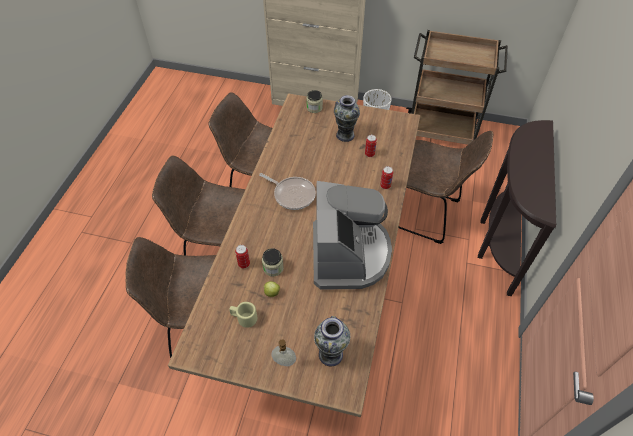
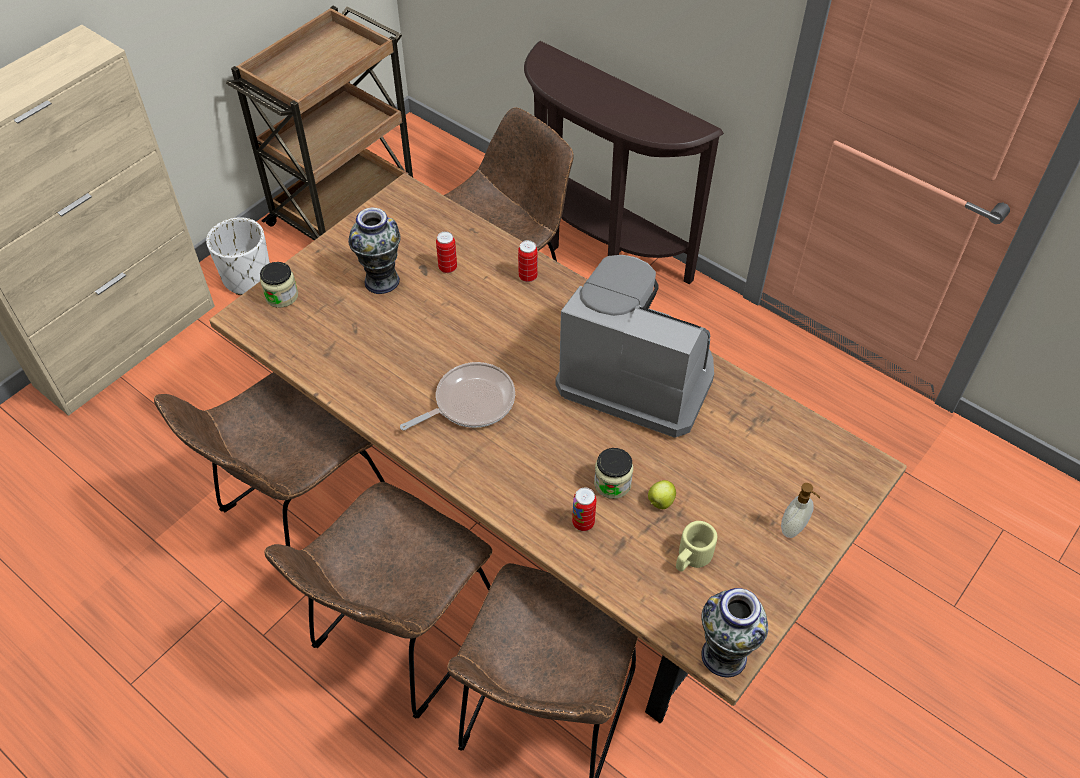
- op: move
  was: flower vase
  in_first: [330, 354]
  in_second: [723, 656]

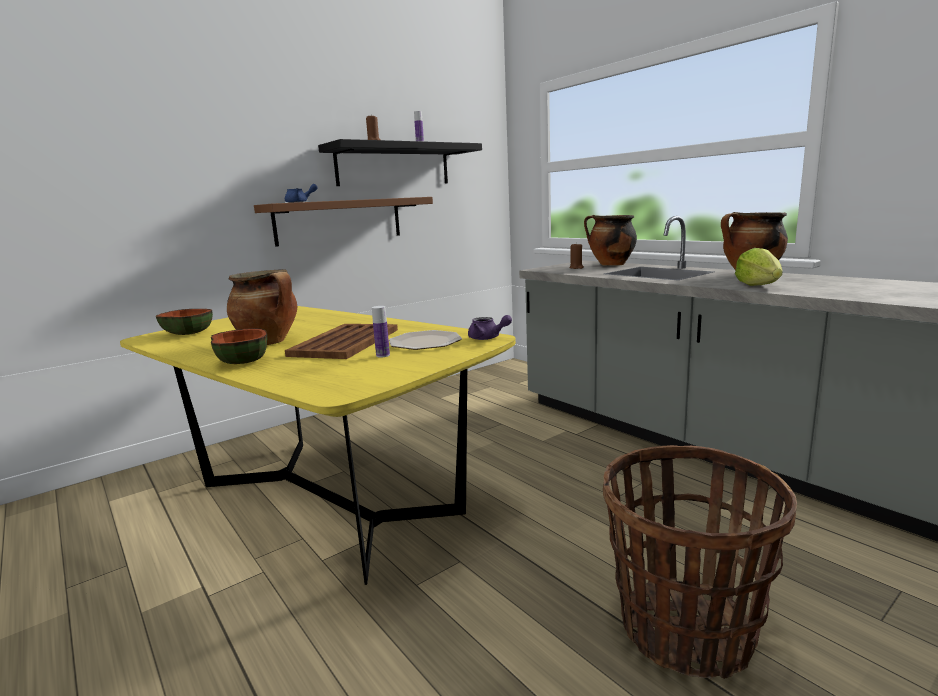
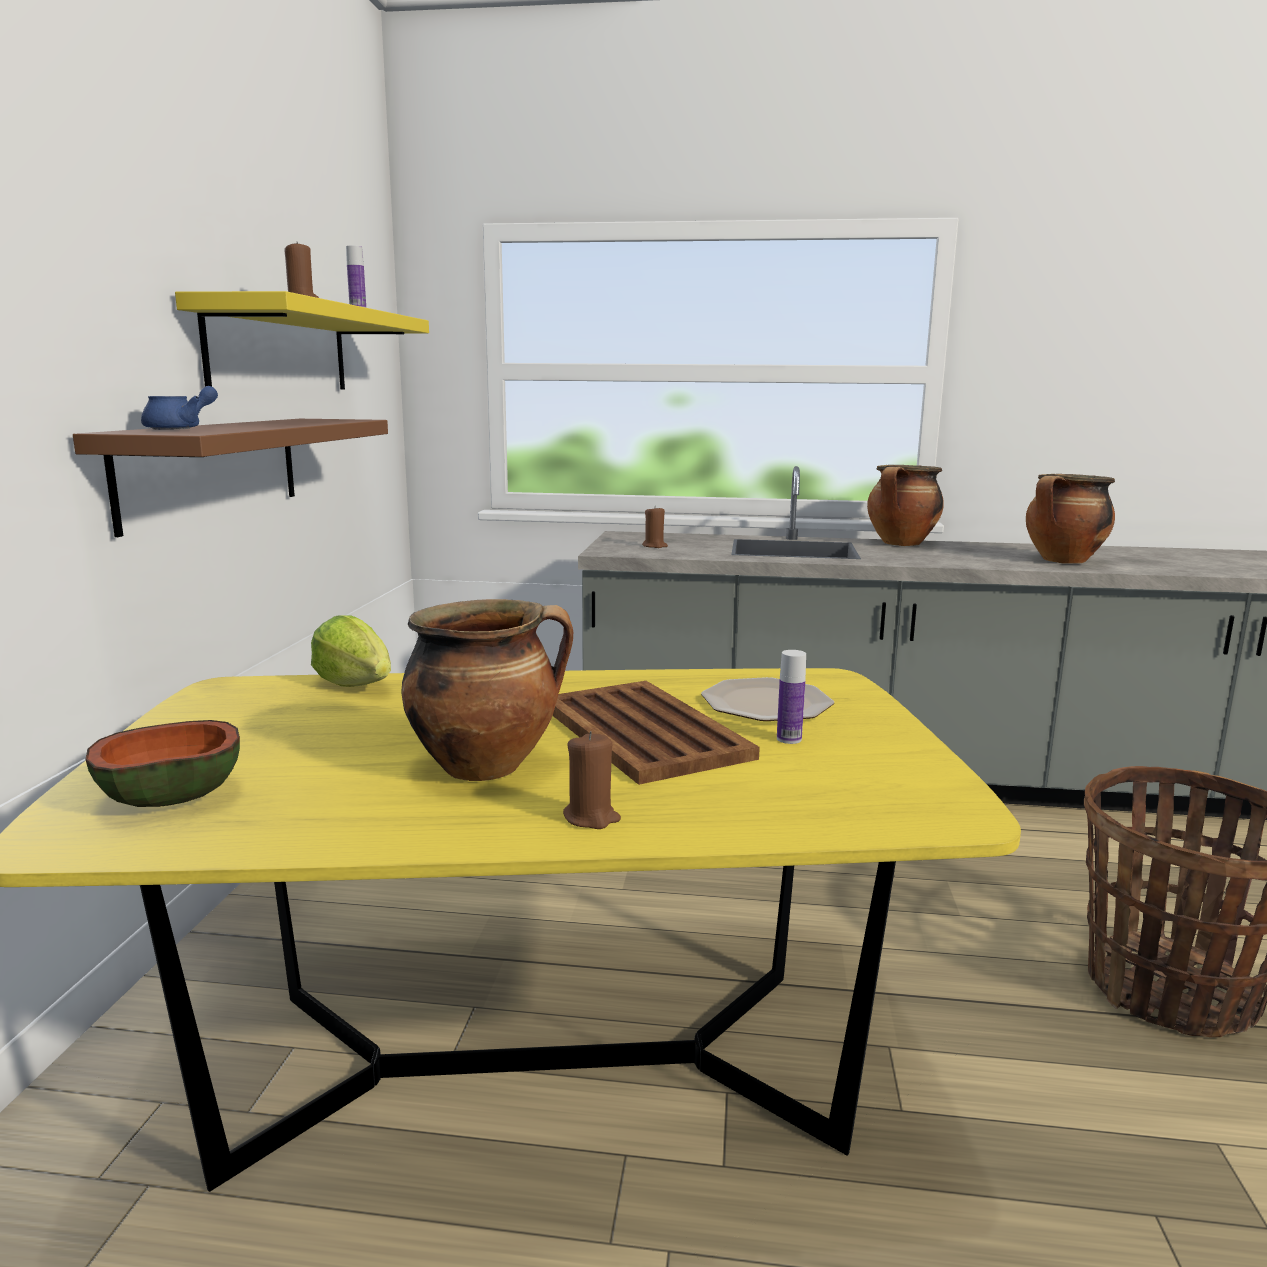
- op: recolor
  was: blackish wall shelf
  now: yellow-coloured wall shelf
  in_first: [394, 165]
  in_second: [280, 349]
- op: move
  was: cooking pot
  in_first: [610, 264]
  in_second: [1063, 561]
- op: move
  was: head of lettuce
  in_first: [758, 285]
  in_second: [355, 684]
- op: delete
  was: purplish pot for tea
  in_first: [487, 338]
- op: replace
  was: serving bowl
  now: brownish wax light
  in_first: [242, 361]
  in_second: [591, 818]

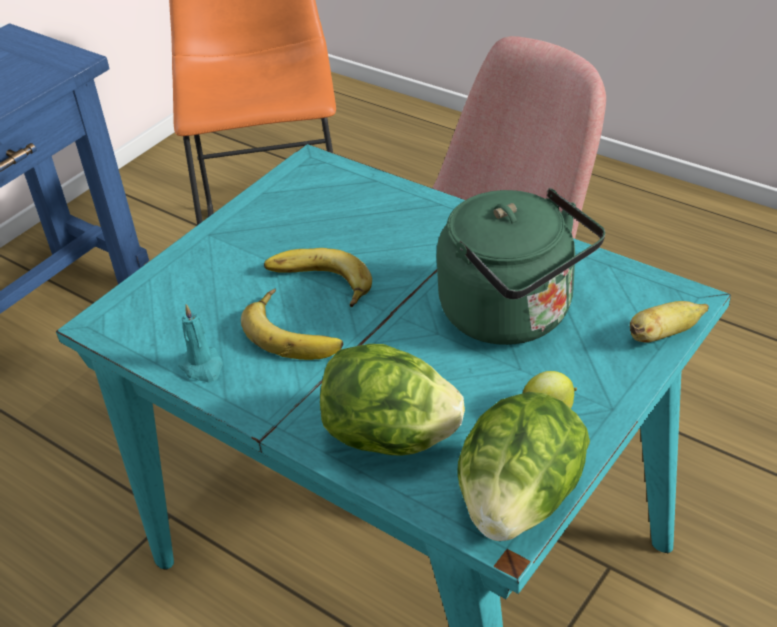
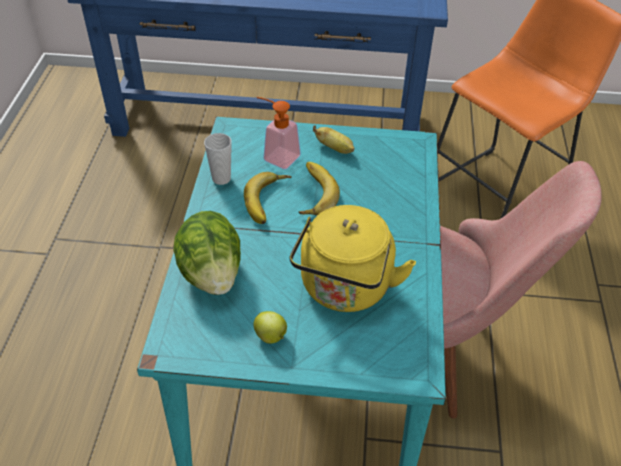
- op: recolor
  was: green tea kettle
  now: yellow-coloured tea kettle
  in_first: [514, 315]
  in_second: [345, 289]
- op: move
  was: whole banana
  in_first: [663, 335]
  in_second: [335, 149]
- op: replace
  was: turquoise-coloured wax light
  now: drinking cup
  in_first: [203, 367]
  in_second: [221, 178]
- op: delete
  was: head of lettuce
  in_first: [520, 502]
- op: insert
  now: liquid soap bottle
  in_second: [276, 156]

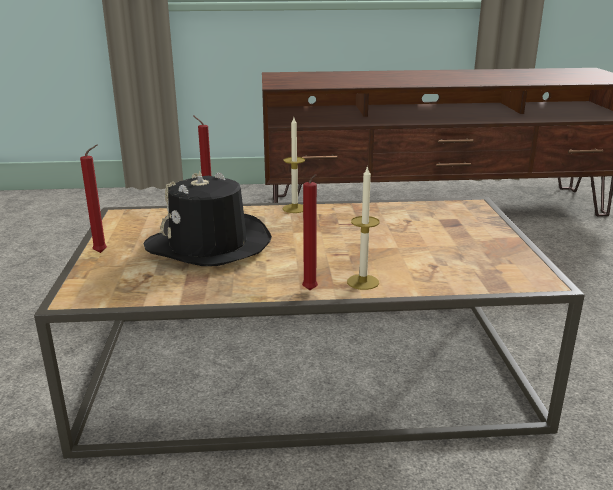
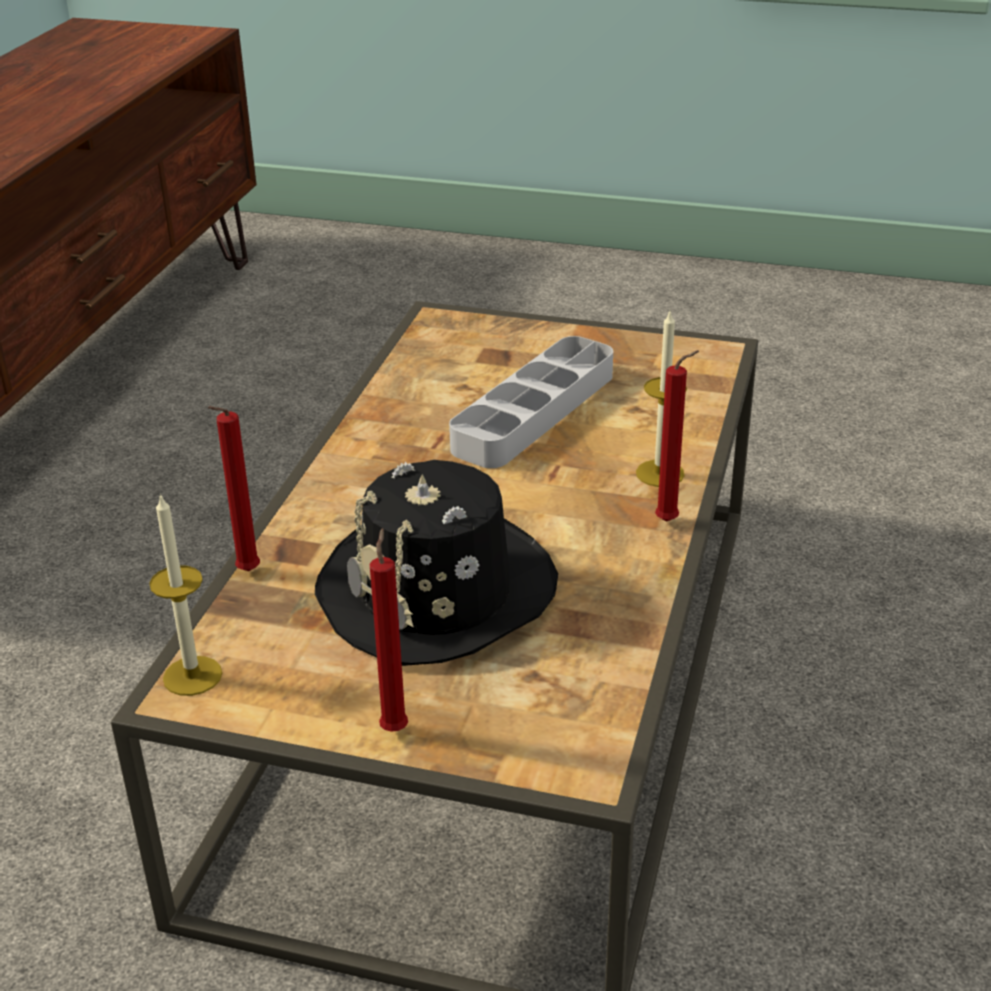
- op: move
  was: wax light
  in_first: [294, 208]
  in_second: [192, 676]
- op: insert
  now: gray serving tray
  in_second: [534, 411]

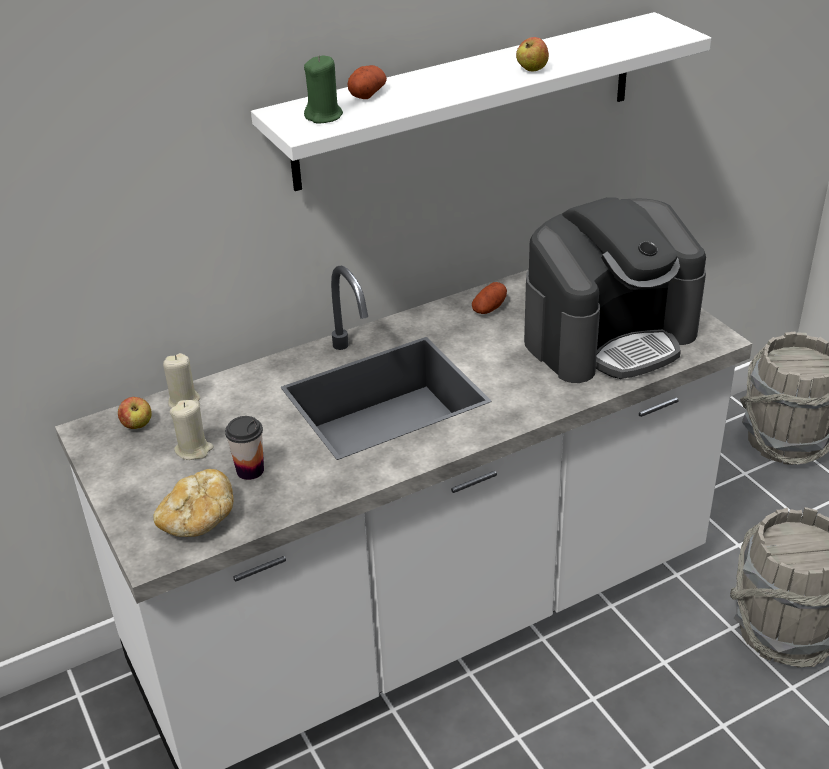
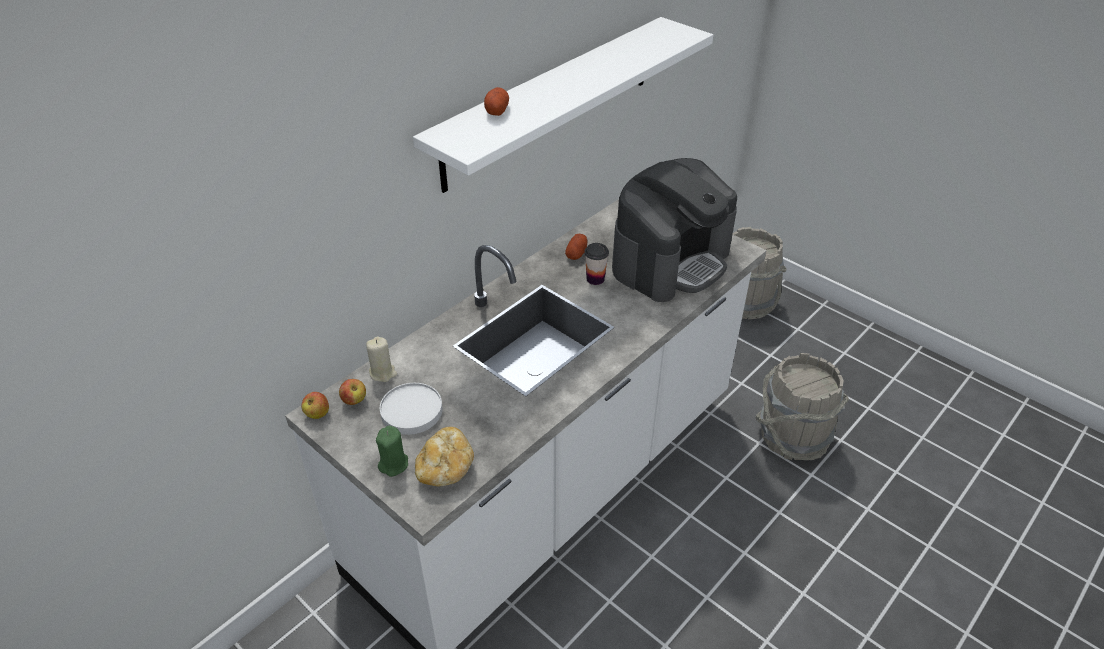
- op: move
  was: apple
  in_first: [532, 69]
  in_second: [317, 414]
- op: move
  was: green wax light
  in_first: [324, 116]
  in_second: [394, 464]
- op: replace
  was: beige-coloured wax light
  now: white flat dish
  in_first: [194, 450]
  in_second: [411, 411]
- op: move
  was: drinking cup
  in_first: [250, 470]
  in_second: [595, 279]

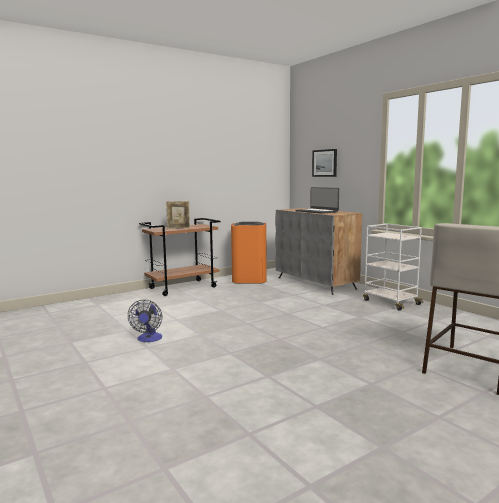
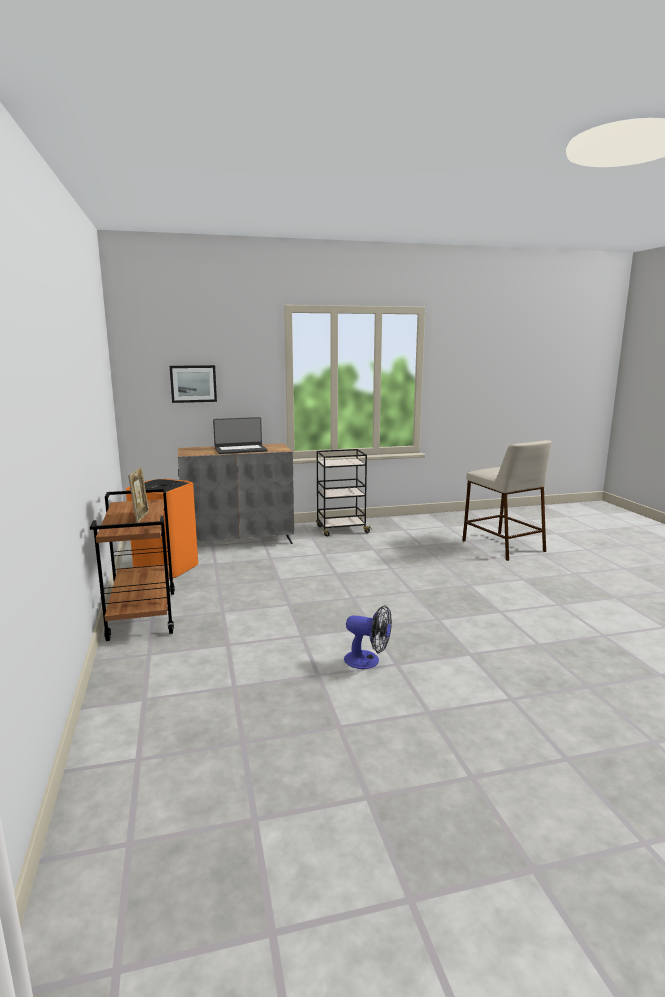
- op: recolor
  was: white wheeled cart
  now: blackish wheeled cart
  in_first: [390, 302]
  in_second: [341, 530]

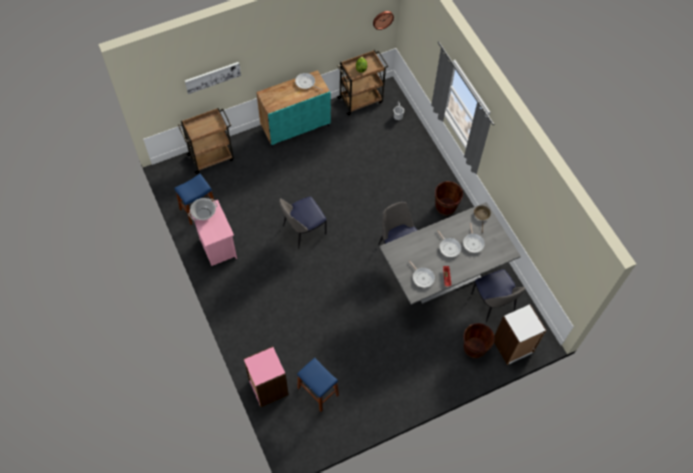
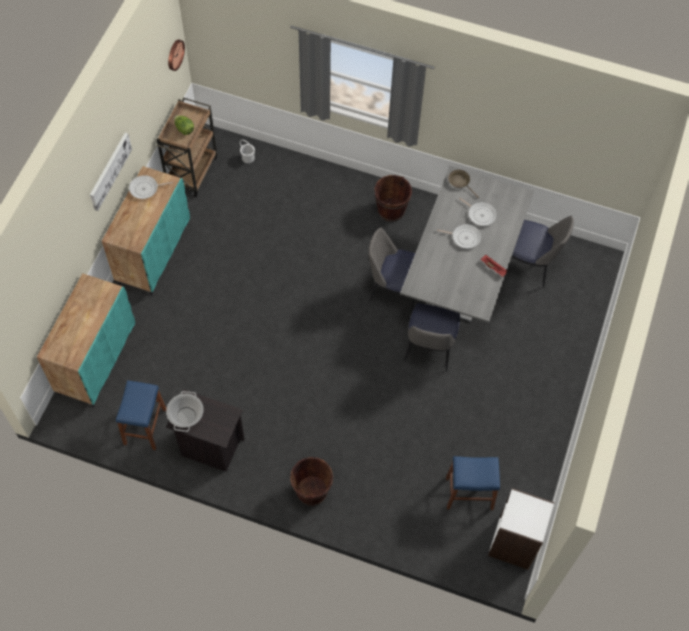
- op: move
  was: wall picture
  in_first: [212, 77]
  in_second: [109, 171]
- op: replace
  was: brownish wheeled cart
  now: turquoise-coloured storage cabinet
  in_first: [211, 157]
  in_second: [96, 360]
- op: move
  was: chair
  in_first: [303, 230]
  in_second: [429, 349]
- op: recolor
  was: pinkish bedside table
  now: blackish bedside table
  in_first: [217, 247]
  in_second: [210, 447]
- op: delete
  was: frying pan
  in_first: [422, 277]
- op: move
  was: white bookcase
  in_first: [513, 346]
  in_second: [514, 543]
- op: move
  was: brownish water bucket
  in_first: [474, 348]
  in_second: [312, 491]
- op: delete
  was: pinkish bookcase
  in_first: [268, 387]

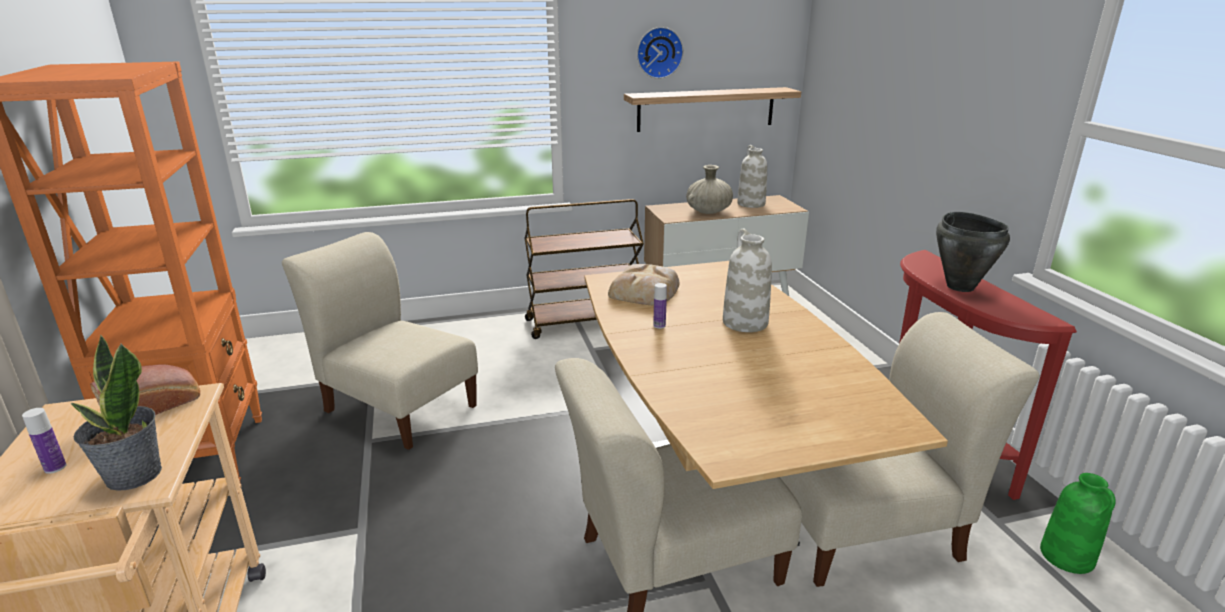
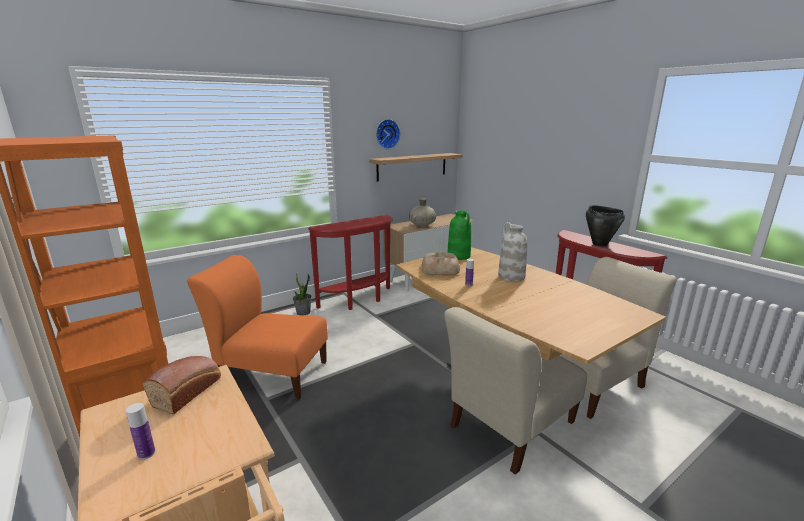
- op: delete
  was: white flower vase
  in_first: [750, 203]
- op: replace
  was: brownish wheeled cart
  now: red console table
  in_first: [584, 322]
  in_second: [359, 300]
- op: recolor
  was: beige-coloured chair
  now: orangey chair
  in_first: [397, 406]
  in_second: [271, 372]
- op: move
  was: potted plant
  in_first: [133, 475]
  in_second: [303, 312]
- op: move
  was: green flower vase
  in_first: [1068, 557]
  in_second: [459, 256]

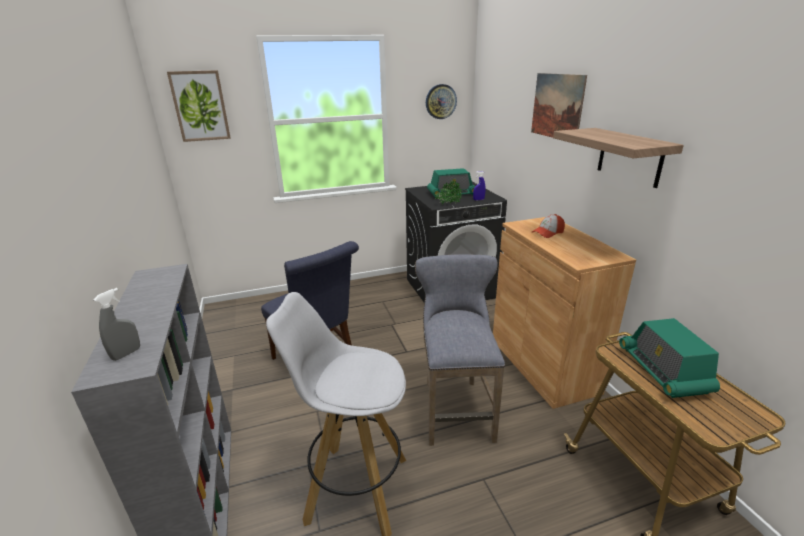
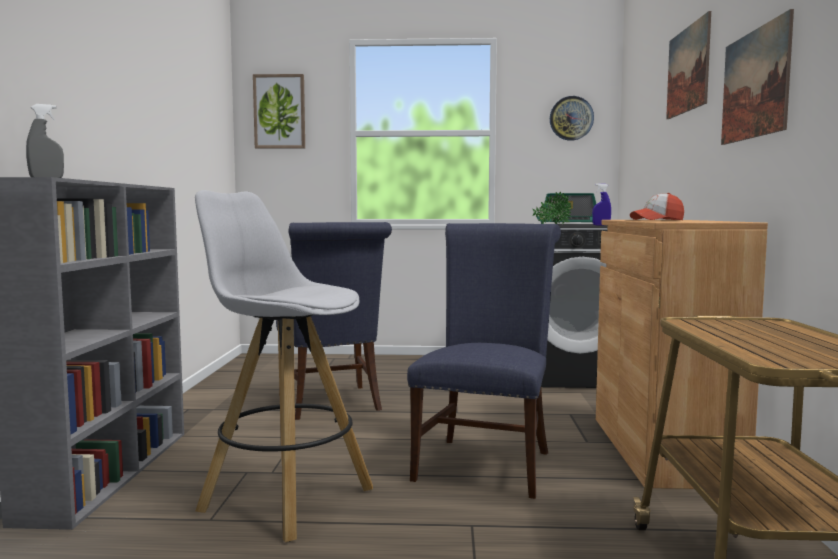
- op: replace
  was: wall shelf
  now: wall picture
  in_first: [630, 157]
  in_second: [755, 84]
- op: replace
  was: gray sitting stool
  now: bluish chair
  in_first: [455, 406]
  in_second: [486, 462]
- op: delete
  was: radio set
  in_first: [663, 370]

